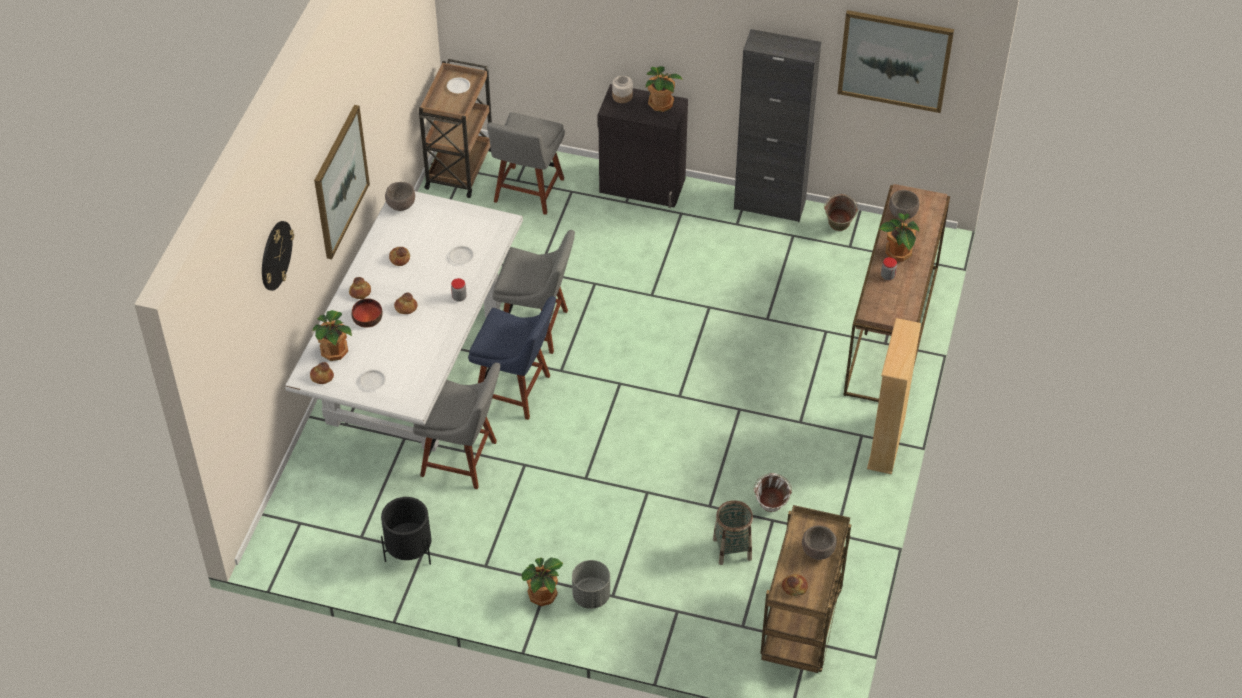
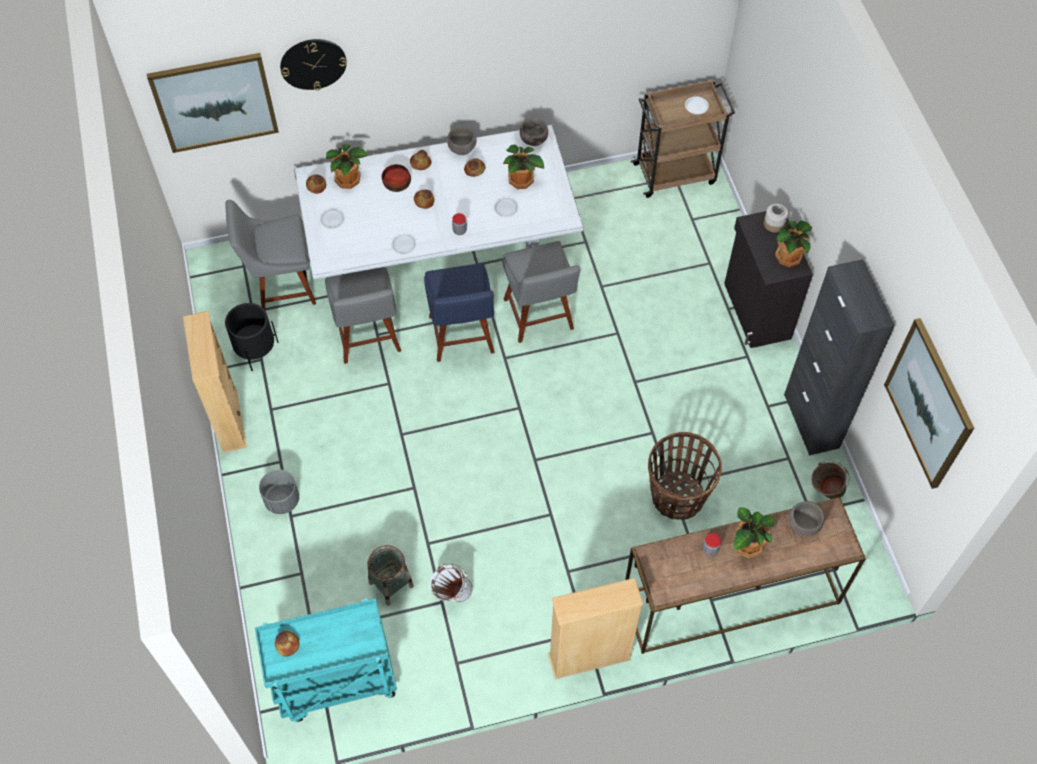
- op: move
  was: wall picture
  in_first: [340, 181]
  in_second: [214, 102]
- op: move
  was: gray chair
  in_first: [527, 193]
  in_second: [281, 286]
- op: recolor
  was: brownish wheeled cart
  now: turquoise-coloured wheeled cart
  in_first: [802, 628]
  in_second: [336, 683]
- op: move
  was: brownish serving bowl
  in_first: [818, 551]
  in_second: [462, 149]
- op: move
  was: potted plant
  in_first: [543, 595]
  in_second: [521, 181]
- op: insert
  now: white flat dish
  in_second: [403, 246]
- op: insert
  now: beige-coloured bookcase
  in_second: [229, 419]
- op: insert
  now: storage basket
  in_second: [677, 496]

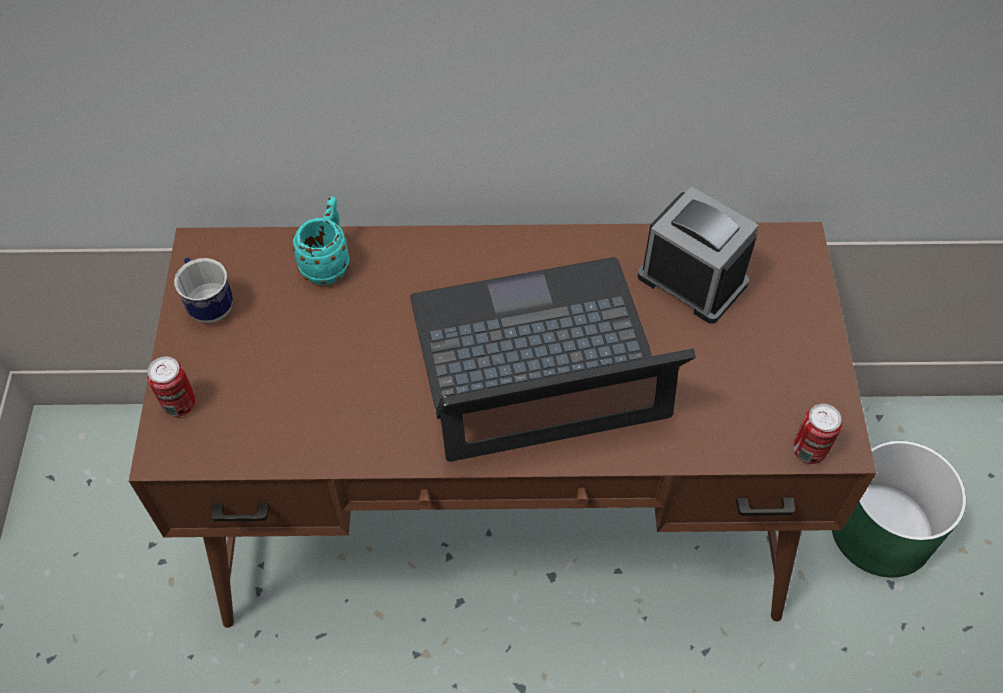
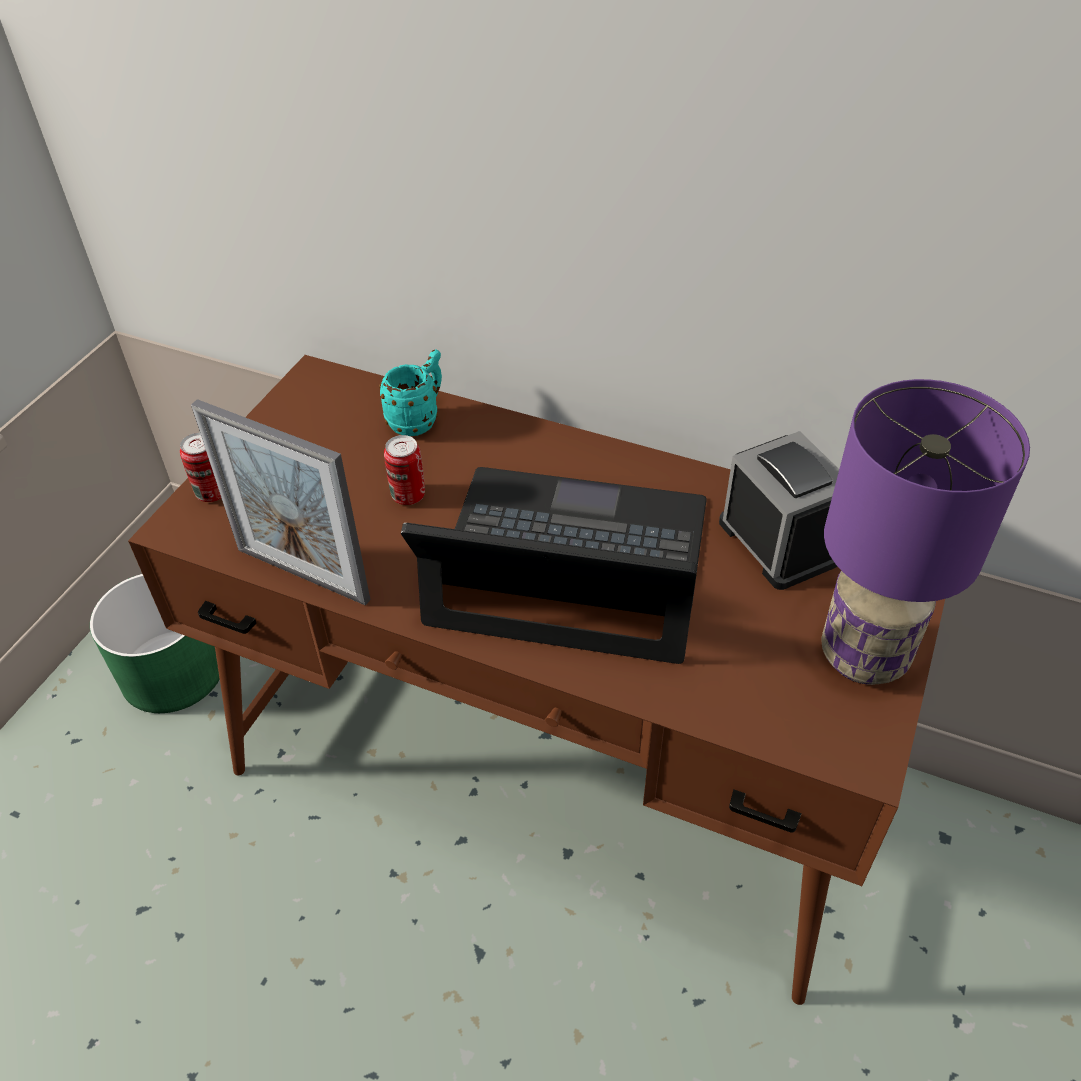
- op: delete
  was: tea mug
  in_first: [208, 304]
- op: move
  was: metal can
  in_first: [809, 450]
  in_second: [408, 495]
- op: move
  was: green planter
  in_first: [883, 530]
  in_second: [173, 672]
- op: insert
  now: purplish tabletop lamp
  in_second: [863, 657]
- op: insert
  now: standing frame
  in_second: [302, 574]

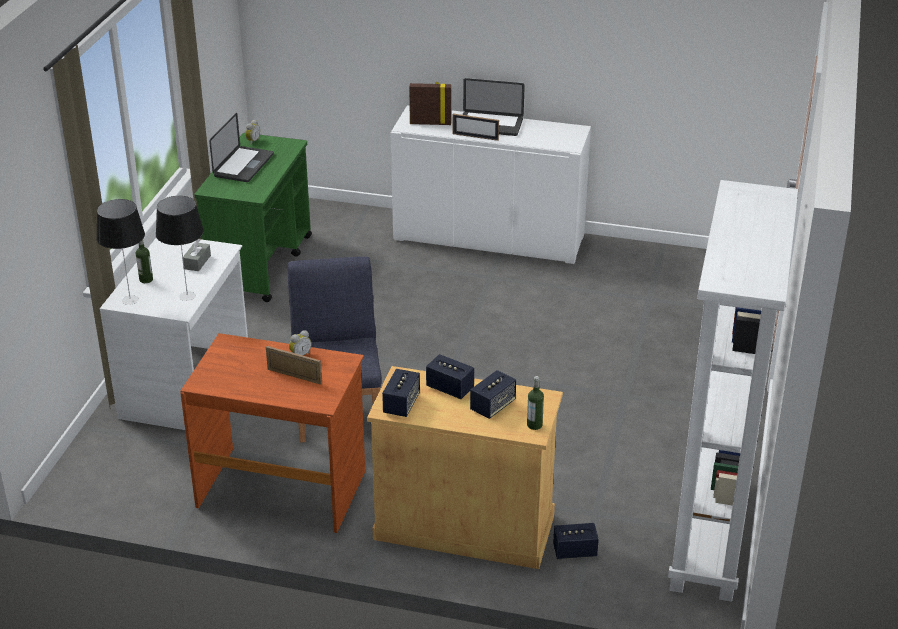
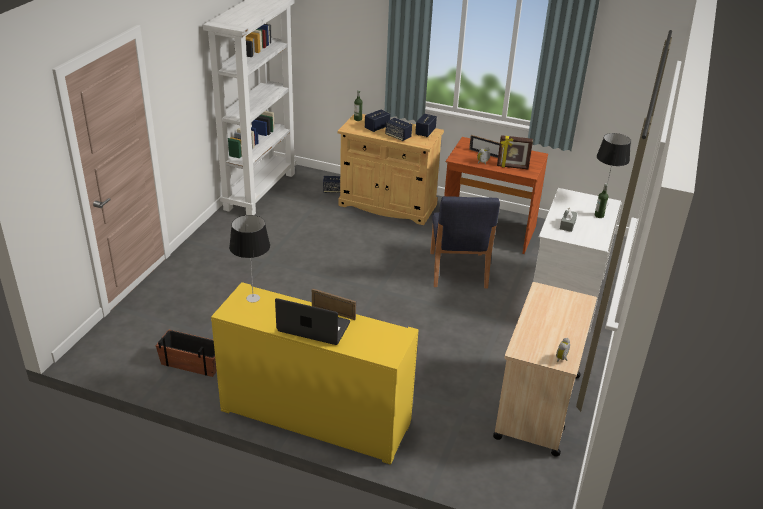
- op: move
  was: standing frame
  in_first: [430, 123]
  in_second: [512, 167]
- op: recolor
  was: white storage cabinet
  now: yellow-coloured storage cabinet
  in_first: [489, 238]
  in_second: [315, 416]
- op: delete
  was: portable computer
  in_first: [243, 165]
- op: recolor
  was: green wheeled cart
  now: beige-coloured wheeled cart
  in_first: [260, 263]
  in_second: [537, 406]
- op: move
  was: tabletop lamp
  in_first: [186, 296]
  in_second: [253, 298]
- op: insert
  now: planter
  in_second: [192, 363]

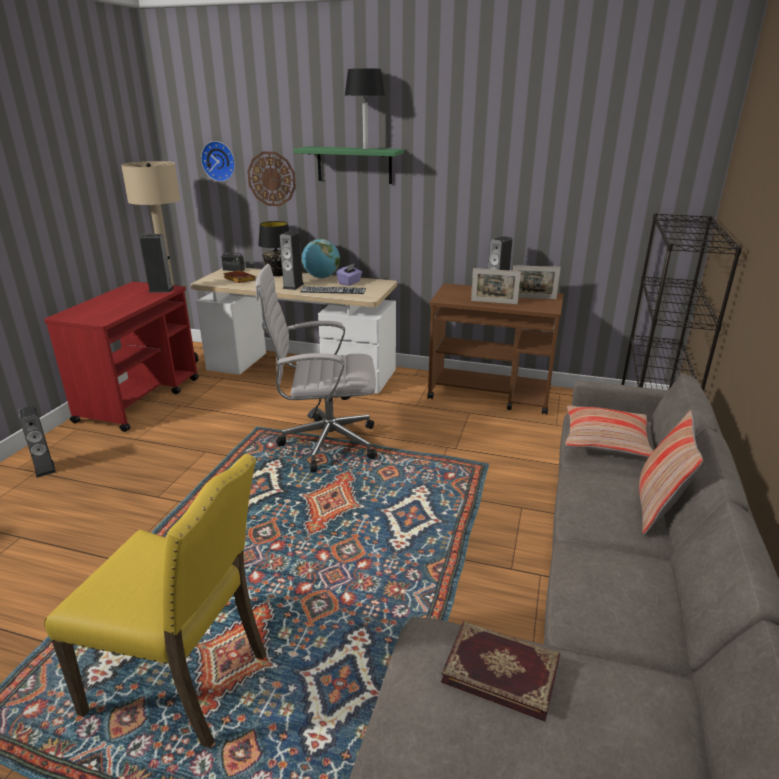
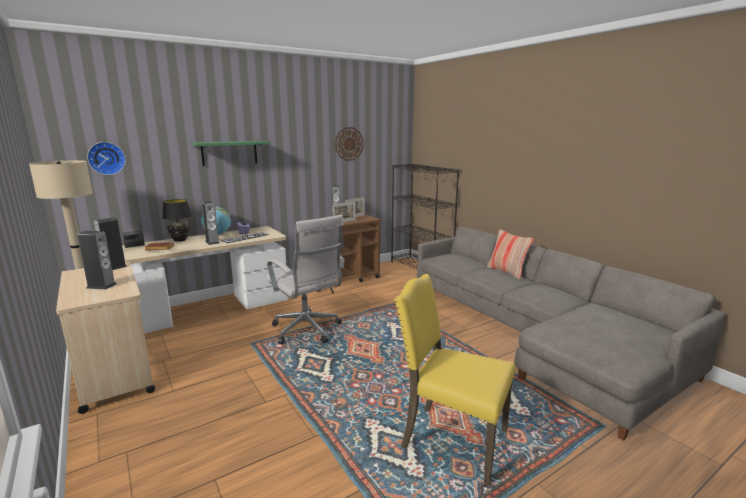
- op: delete
  was: blackish tabletop lamp
  in_first: [365, 149]
- op: move
  was: clock on the wall
  in_first: [272, 179]
  in_second: [349, 144]
- op: rotate
  was: white office chair
  in_first: [325, 444]
  in_second: [308, 331]
  clockwise: -75
- op: recolor
  was: red wheeled cart
  now: beige-coloured wheeled cart
  in_first: [140, 399]
  in_second: [115, 373]
- op: delete
  was: throw pillow
  in_first: [605, 440]
- op: move
  was: loudspeaker
  in_first: [45, 468]
  in_second: [101, 286]
- op: rotate
  was: yellow-coloured chair
  in_first: [183, 681]
  in_second: [451, 440]
  clockwise: -120
- op: delete
  was: book
  in_first: [501, 669]

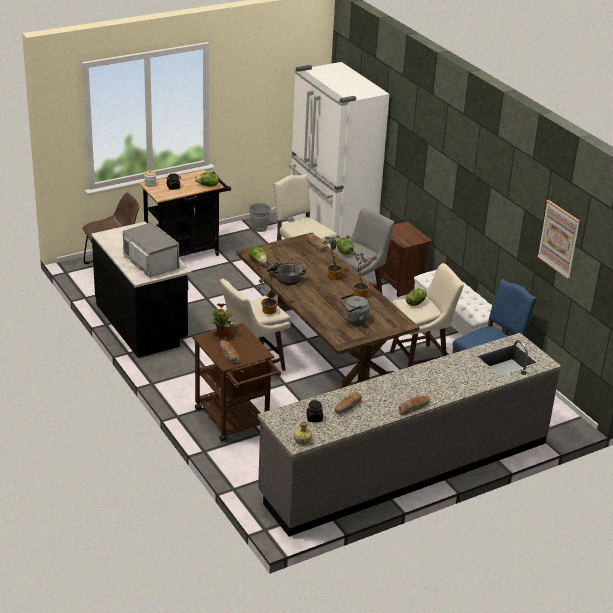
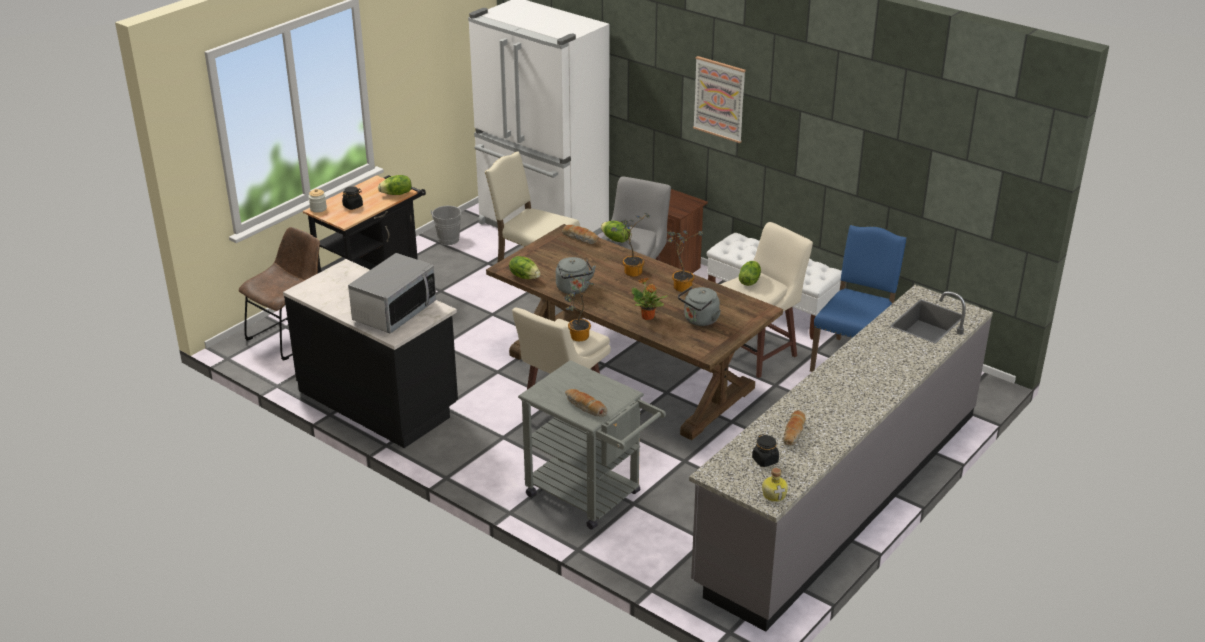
- op: move
  was: wall picture
  in_first: [559, 239]
  in_second: [719, 99]
- op: rotate
  was: kitchen microwave
  in_first: [150, 263]
  in_second: [394, 311]
  clockwise: 90
- op: replace
  was: cooking pot
  now: gray tea kettle
  in_first: [285, 278]
  in_second: [574, 289]
- op: move
  was: potted plant
  in_first: [221, 333]
  in_second: [648, 317]
- op: recolor
  was: brownish wheeled cart
  now: gray wheeled cart
  in_first: [235, 421]
  in_second: [591, 497]
- op: delete
  was: bread
  in_first: [413, 408]

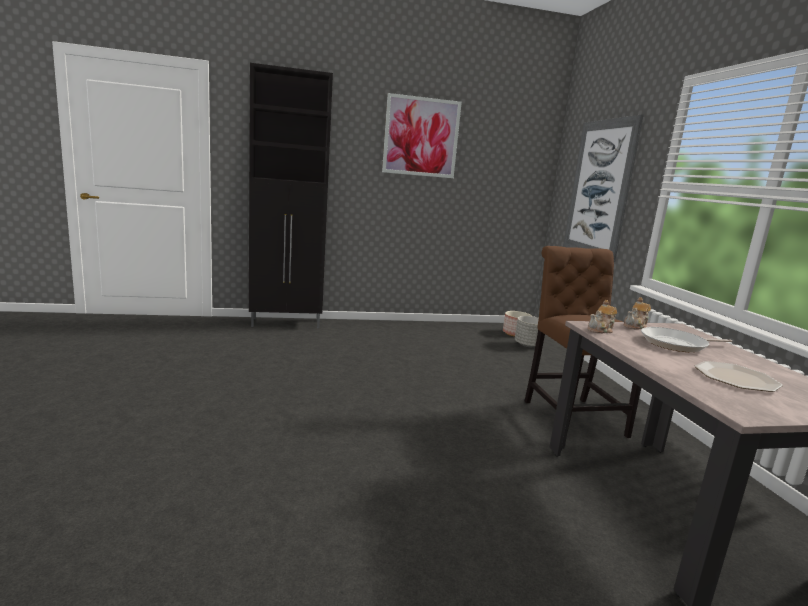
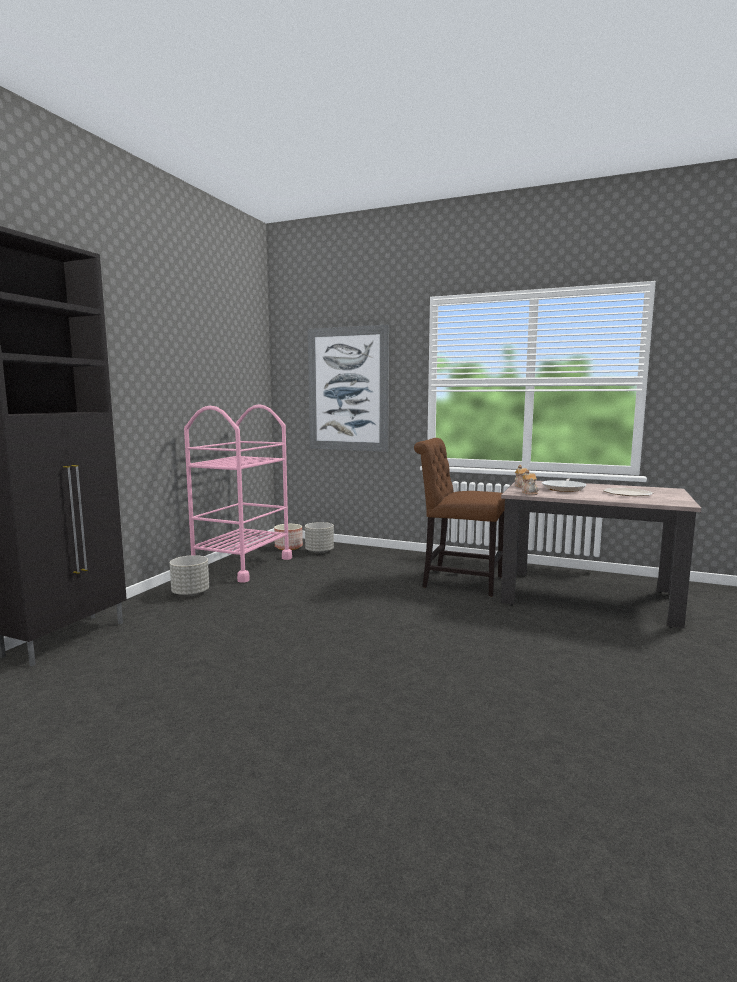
- op: delete
  was: wall picture
  in_first: [421, 137]
- op: insert
  now: pinkish wheeled cart
  in_second: [242, 565]
- op: insert
  now: gray planter
  in_second: [190, 593]

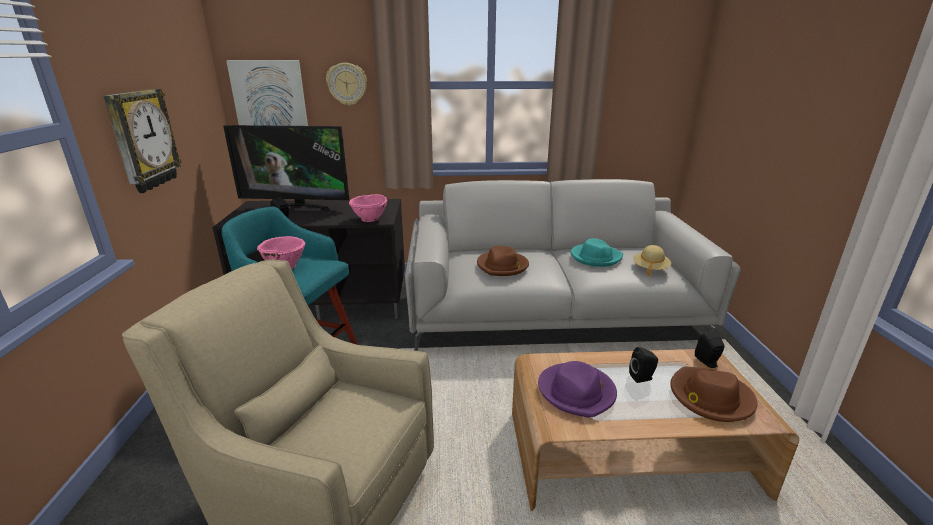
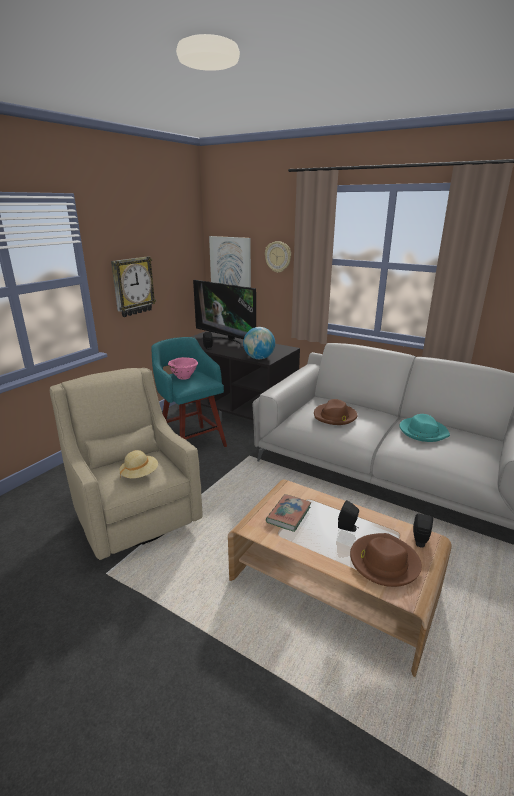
- op: replace
  was: pinkish serving bowl
  now: desk globe
  in_first: [370, 219]
  in_second: [259, 358]
- op: move
  was: beige-coloured wearable hat
  in_first: [650, 269]
  in_second: [140, 474]
- op: replace
  was: purplish wearable hat
  now: book
  in_first: [577, 392]
  in_second: [288, 515]

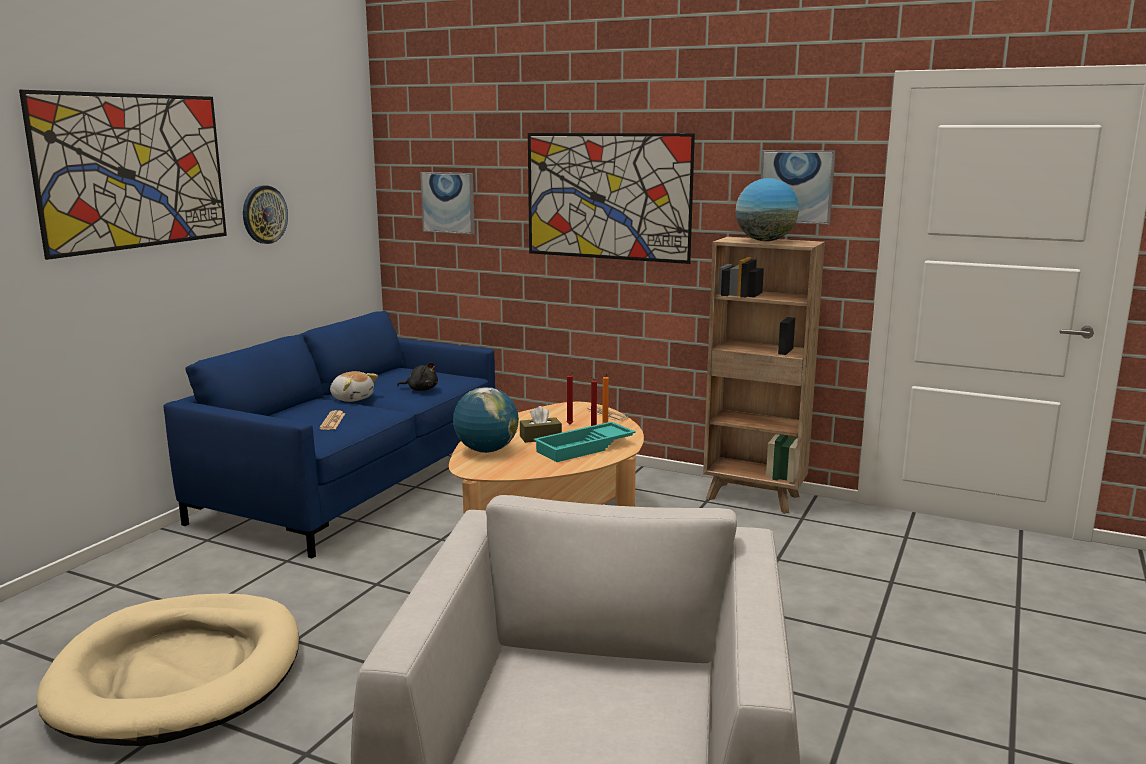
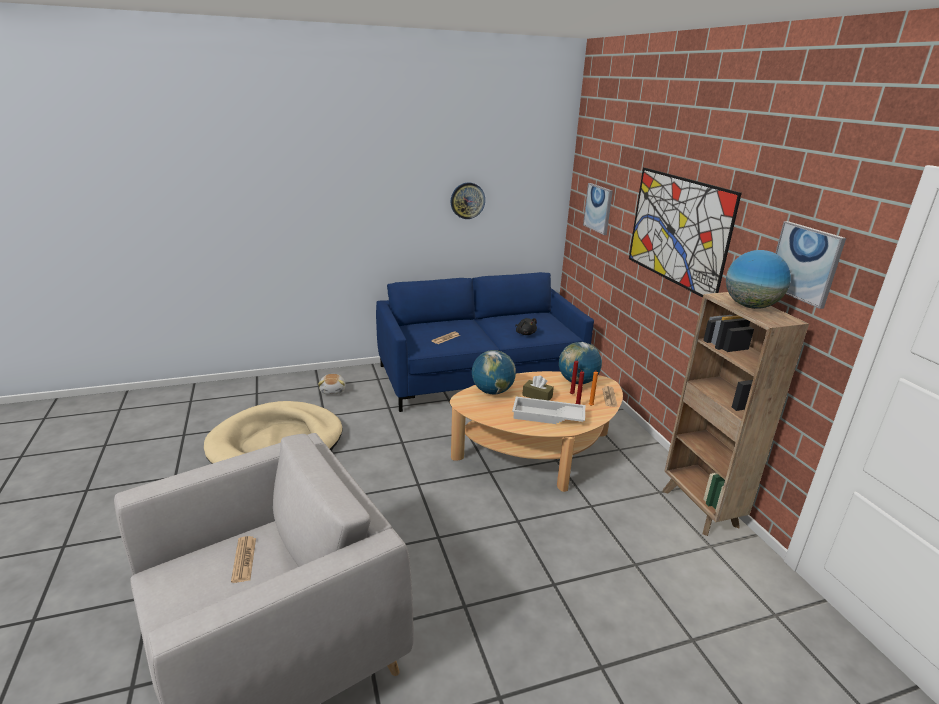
- op: delete
  was: wall picture
  in_first: [134, 171]
- op: move
  was: plush toy
  in_first: [352, 398]
  in_second: [333, 390]
- op: recolor
  was: turquoise-coloured serving tray
  now: white serving tray
  in_first: [585, 448]
  in_second: [547, 416]
- op: insert
  now: desk globe
  in_second: [577, 382]
- op: insert
  now: printed paper
  in_second: [244, 559]

